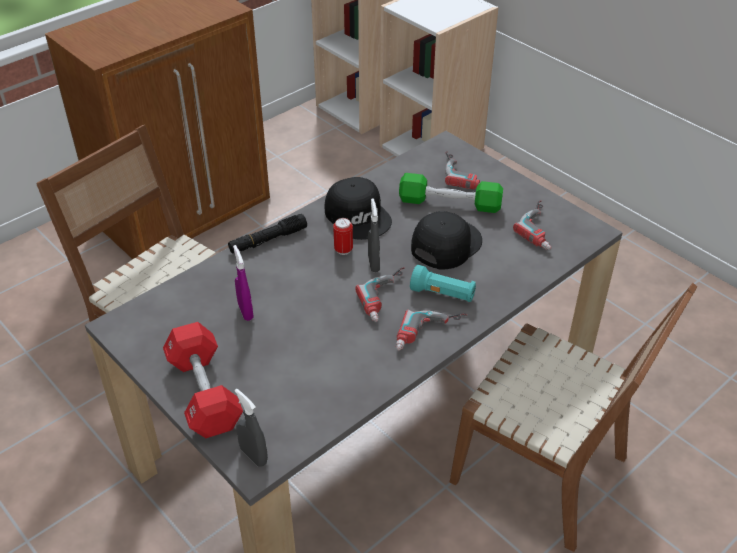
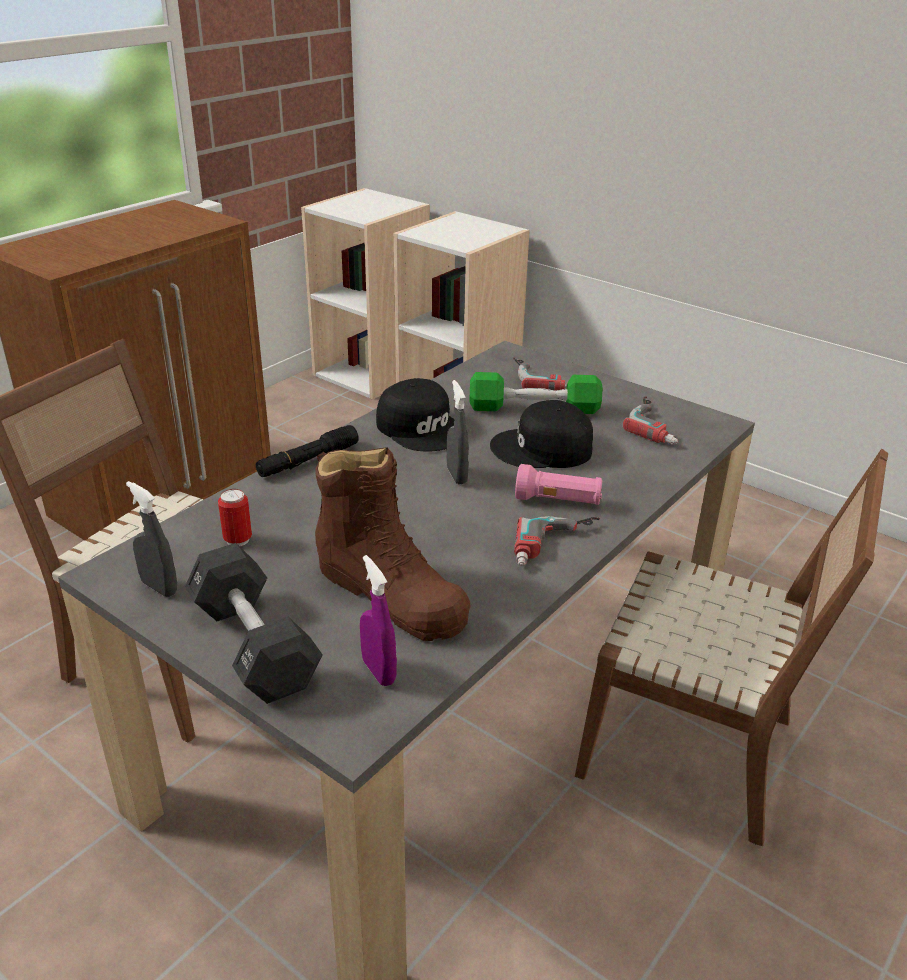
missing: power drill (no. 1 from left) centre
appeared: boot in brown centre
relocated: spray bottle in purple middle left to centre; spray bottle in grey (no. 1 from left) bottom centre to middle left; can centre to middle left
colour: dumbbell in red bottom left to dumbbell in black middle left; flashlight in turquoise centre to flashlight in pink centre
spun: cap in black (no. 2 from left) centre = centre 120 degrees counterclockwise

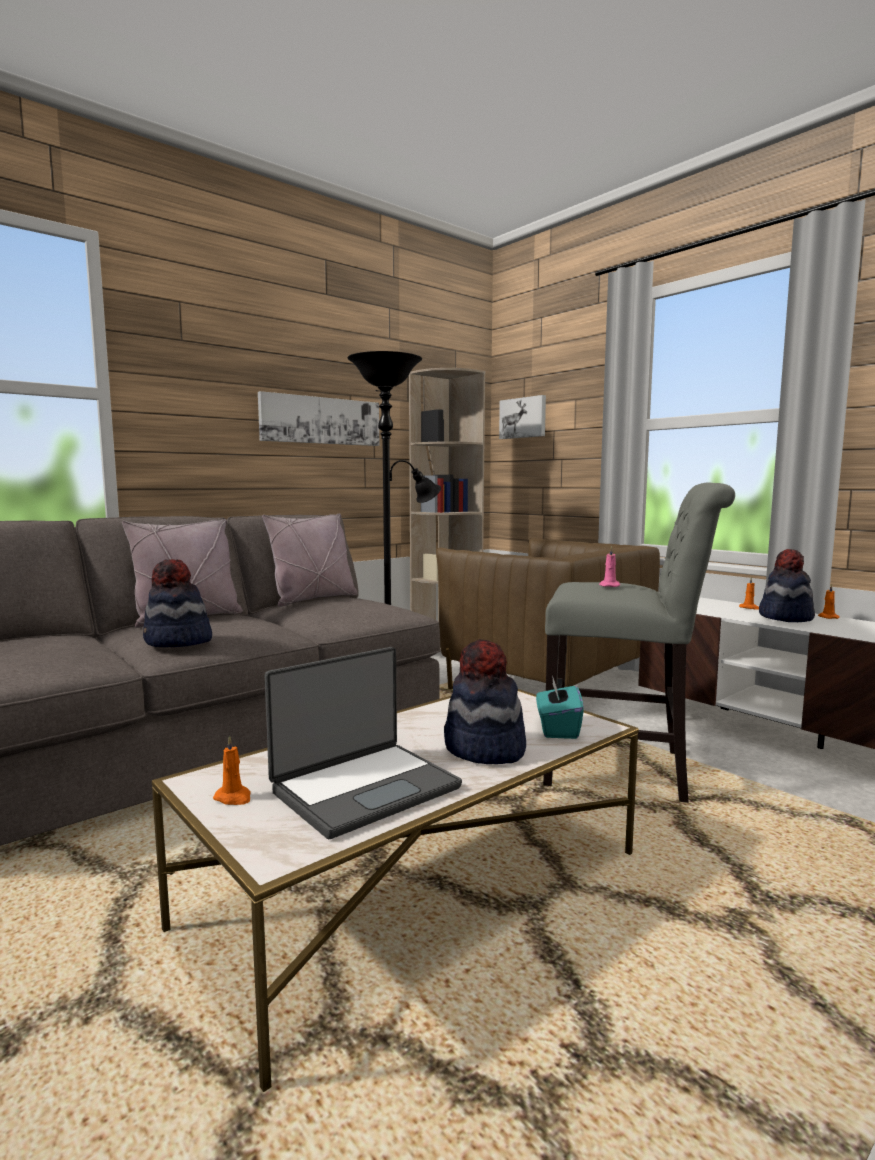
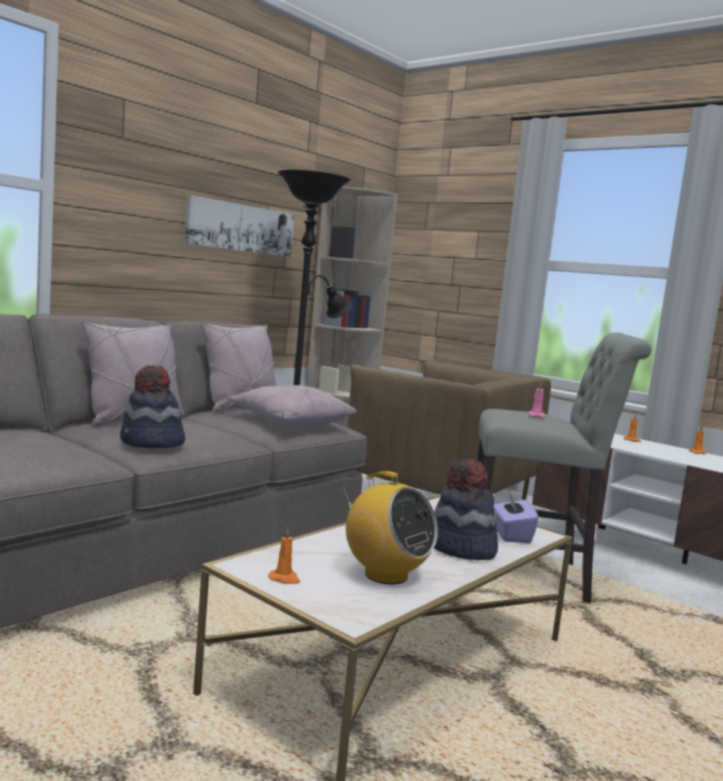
missing: picture (no. 2 from left) centre; hat (no. 3 from left) middle right
appeared: pillow in purple (no. 3 from left) centre
exchanged: laptop centre to radio bottom centre
colour: tissue box in turquoise centre to tissue box in purple middle right

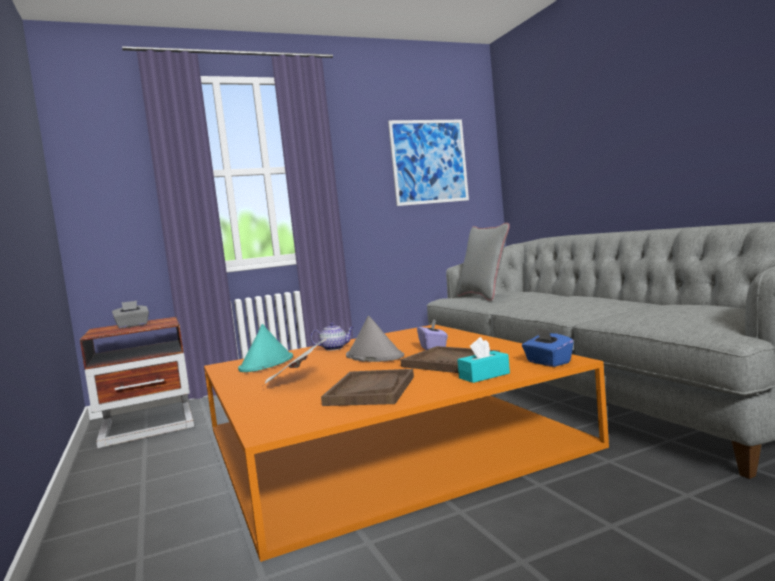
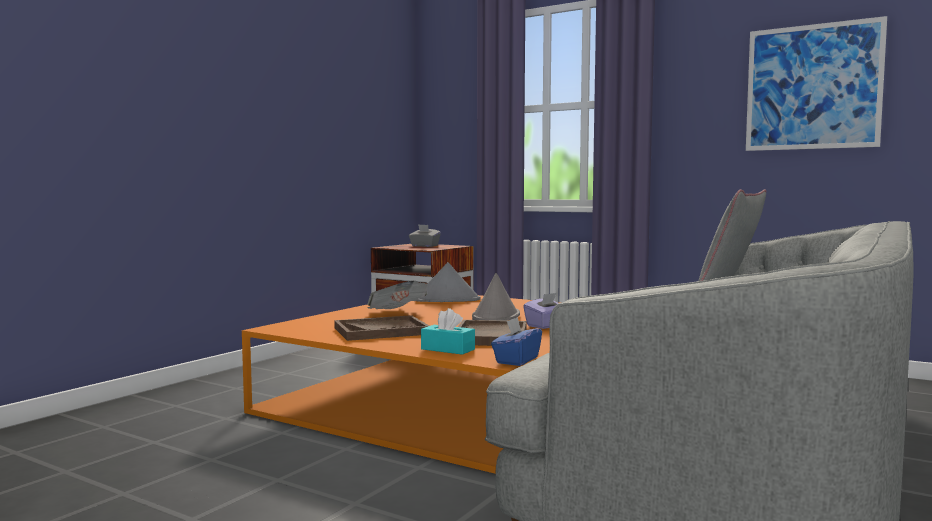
missing: teapot centre
colour: hat in turquoise centre to hat in grey (no. 1 from left) centre

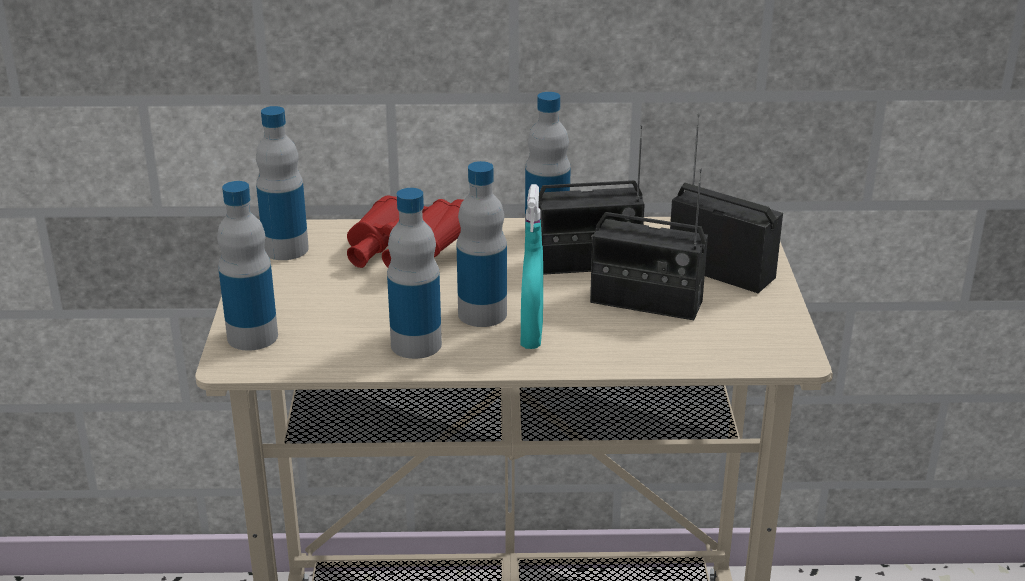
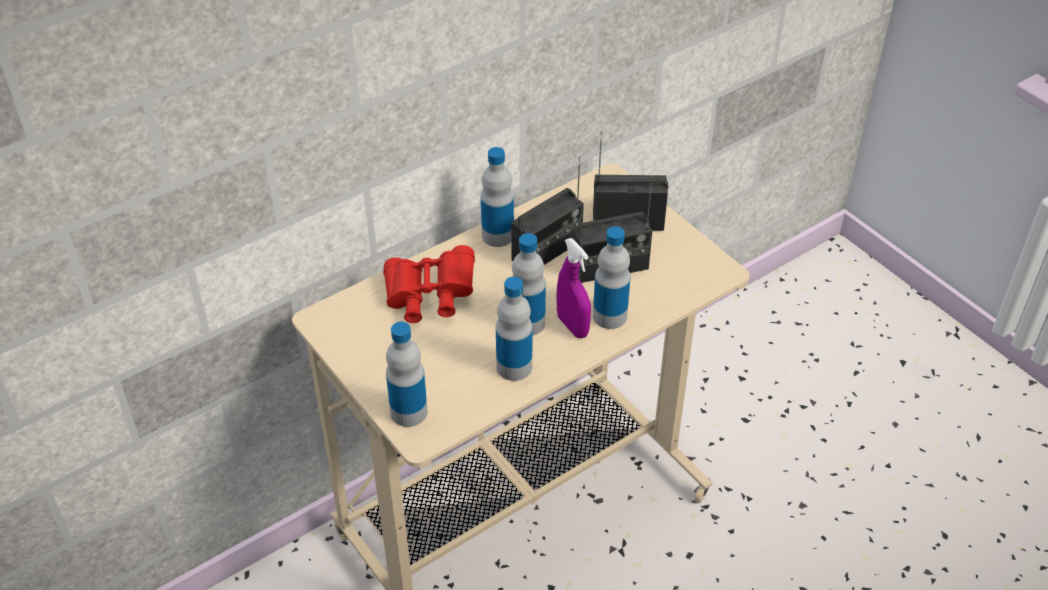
relocated: bottle (no. 2 from left in the first image) top left to bottle (no. 5 from left) centre
colour: spray bottle in turquoise centre to spray bottle in purple centre

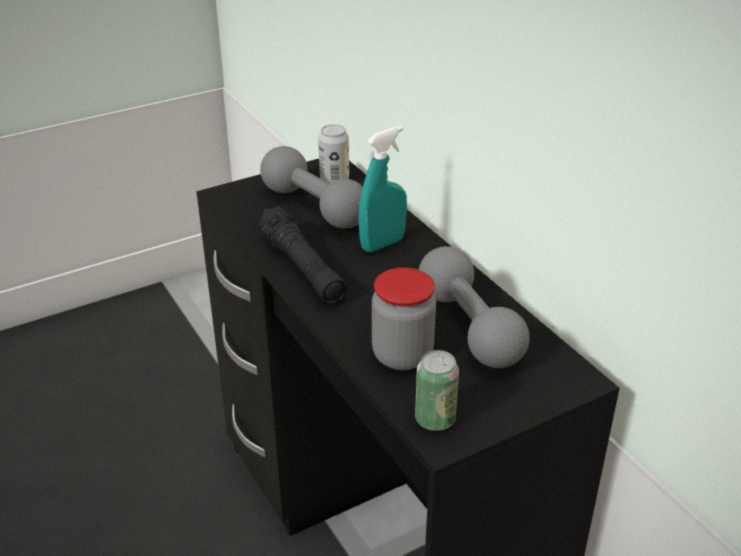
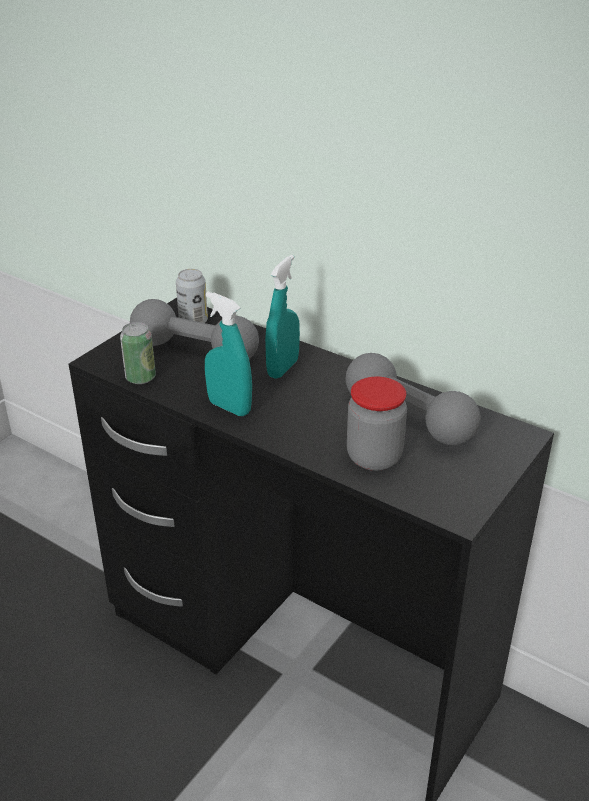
relocated: can (no. 2 from left in the first image) bottom centre to can (no. 1 from left) middle left
exchanged: flashlight in black centre to spray bottle in turquoise (no. 1 from left) centre

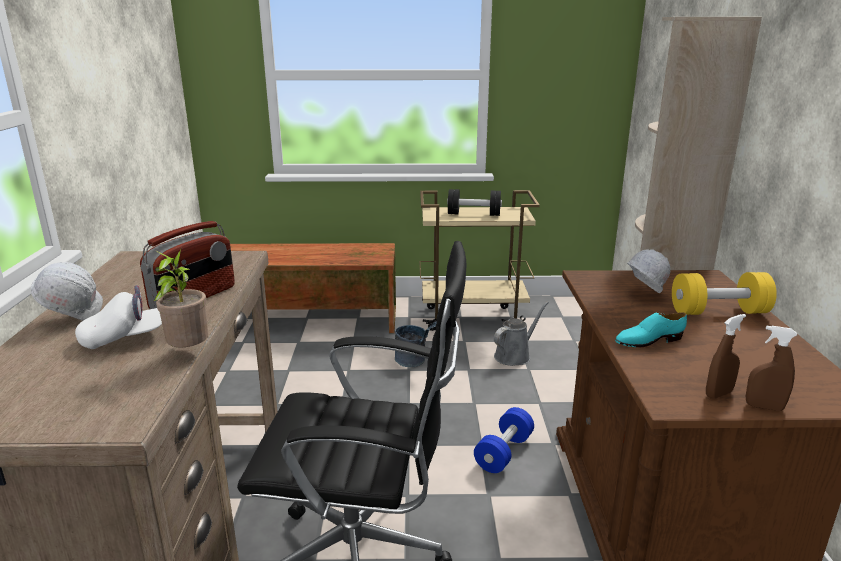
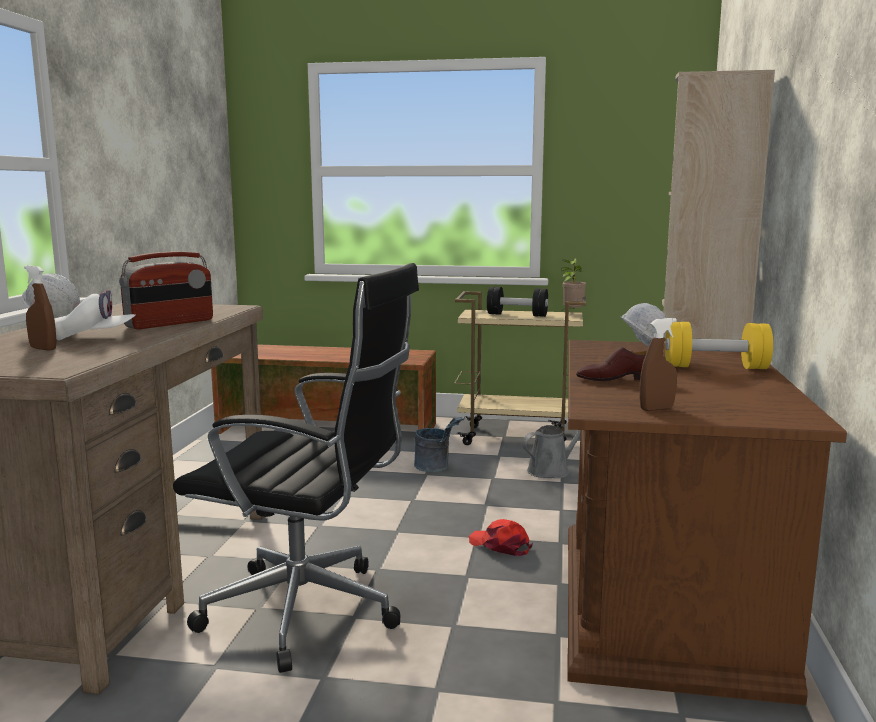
relocated: potted plant middle left to centre; spray bottle in brown (no. 2 from left in the first image) middle right to spray bottle in brown (no. 1 from left) middle left
exchanged: dumbbell in blue bottom centre to cap in red bottom centre
colour: shoe in turquoise middle right to shoe in brown middle right

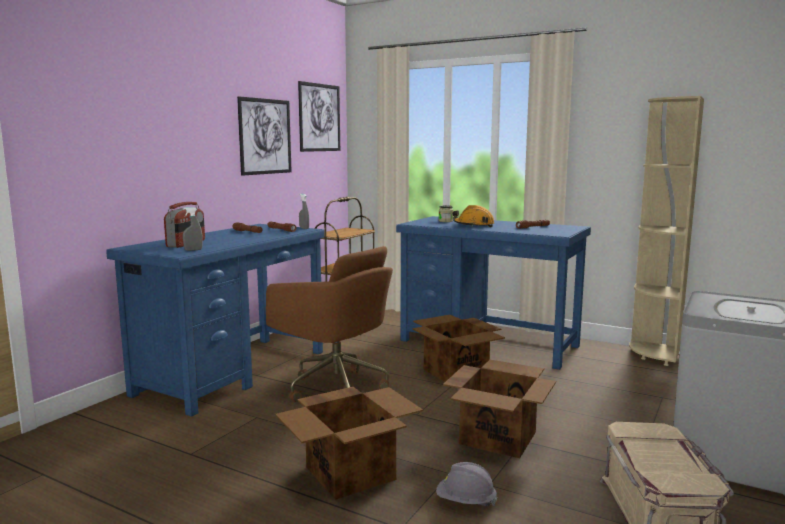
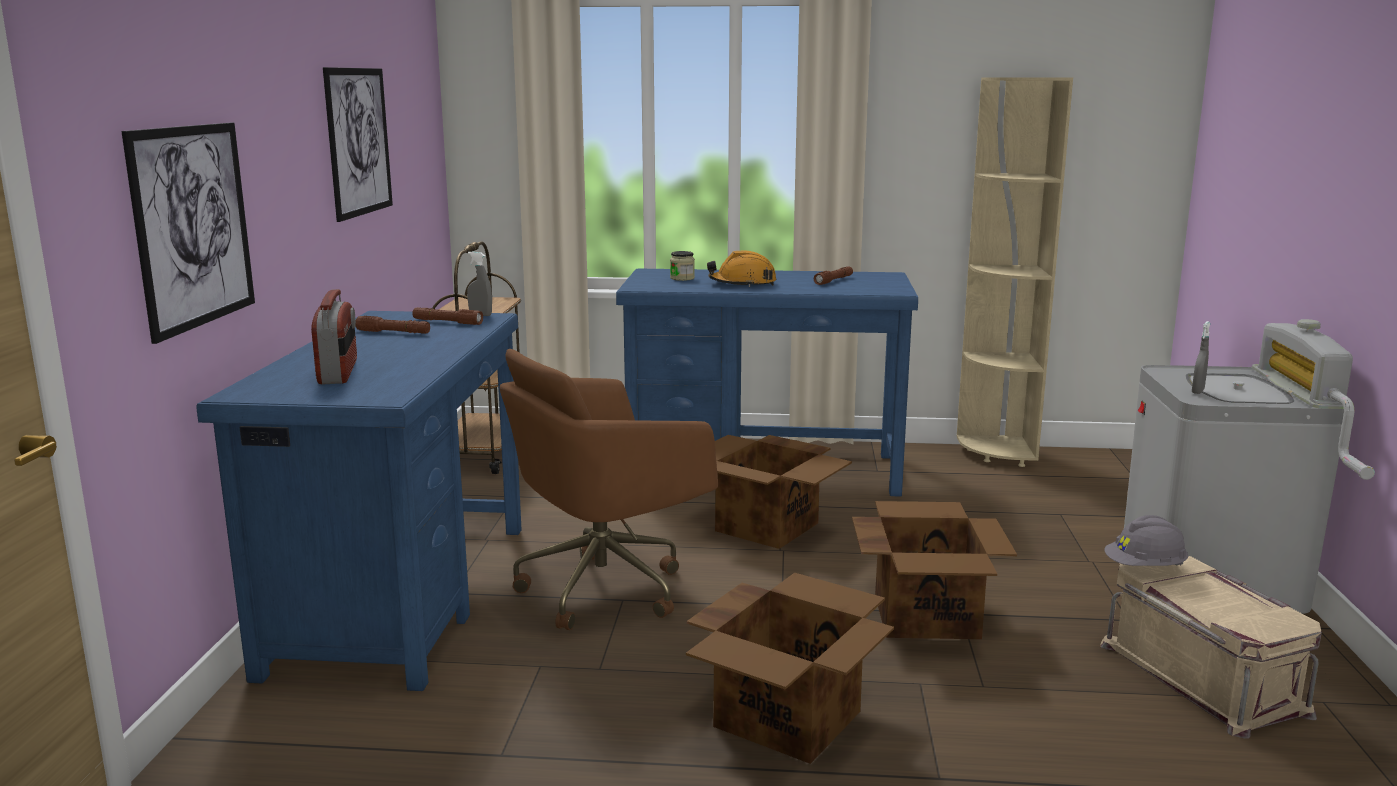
relocated: spray bottle in grey (no. 1 from left in the first image) middle left to spray bottle in grey (no. 2 from left) middle right; picture (no. 2 from left in the first image) top centre to picture (no. 1 from left) top left; hard hat in grey bottom centre to bottom right
spun: office chair in brown centre = centre 135 degrees clockwise

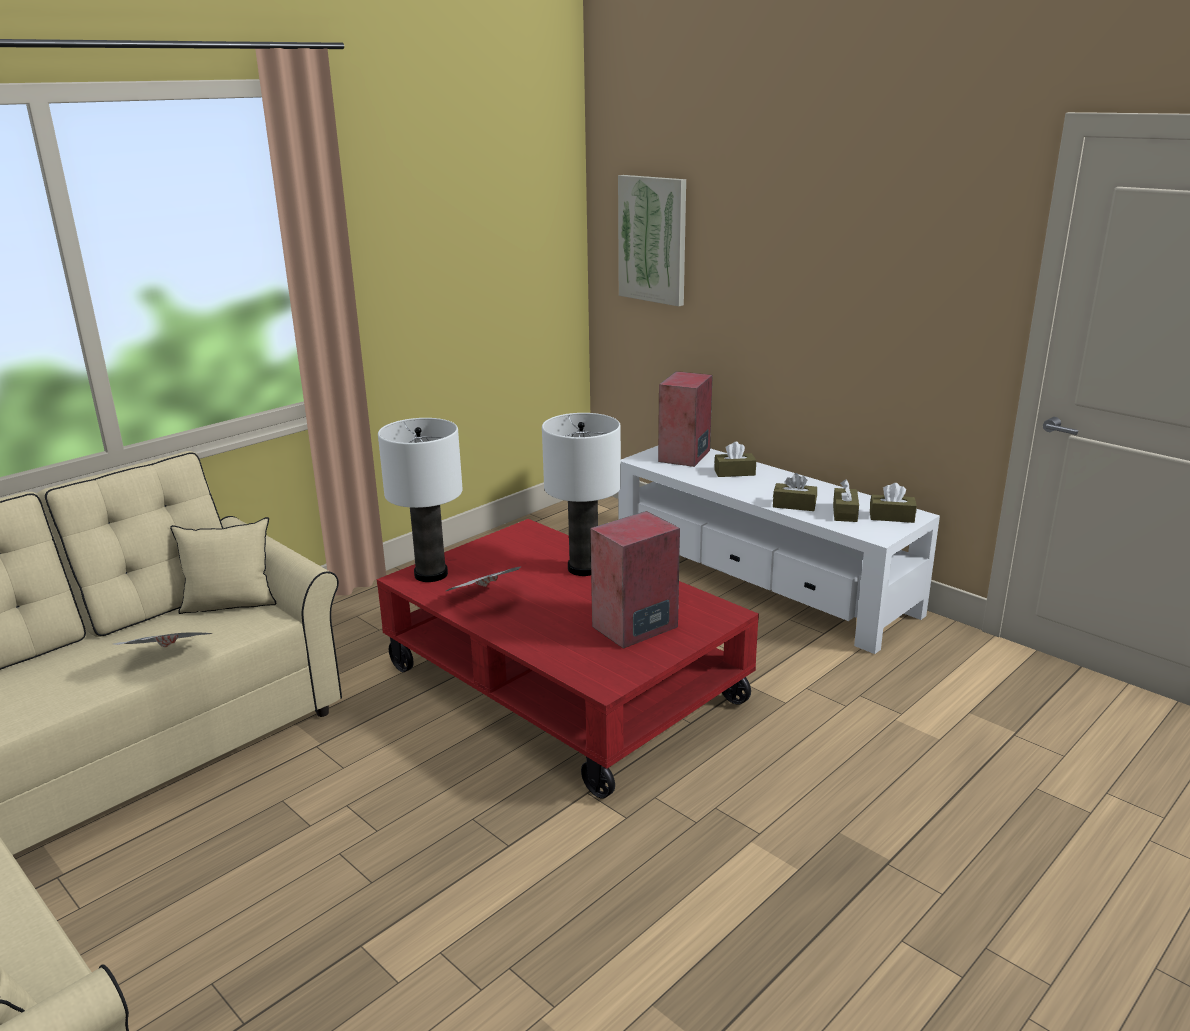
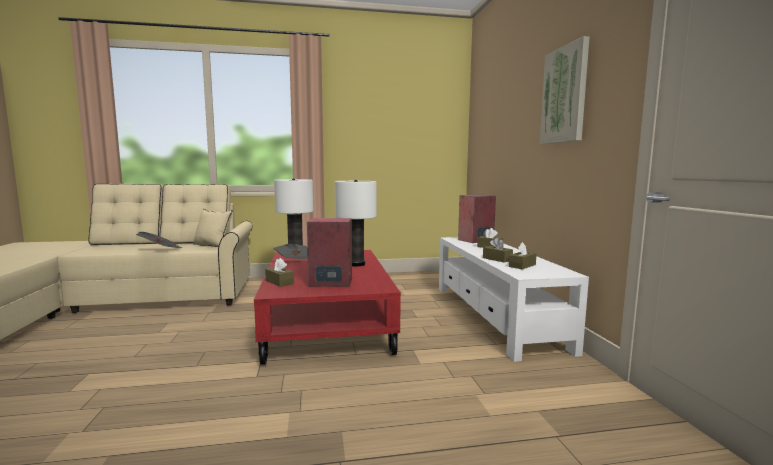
relocated: picture top centre to top right; tissue box in brown (no. 4 from left in the first image) middle right to tissue box in brown (no. 1 from left) centre

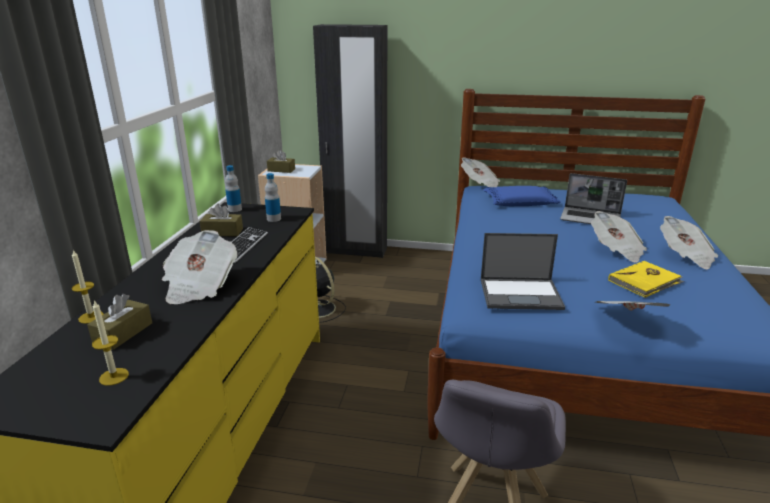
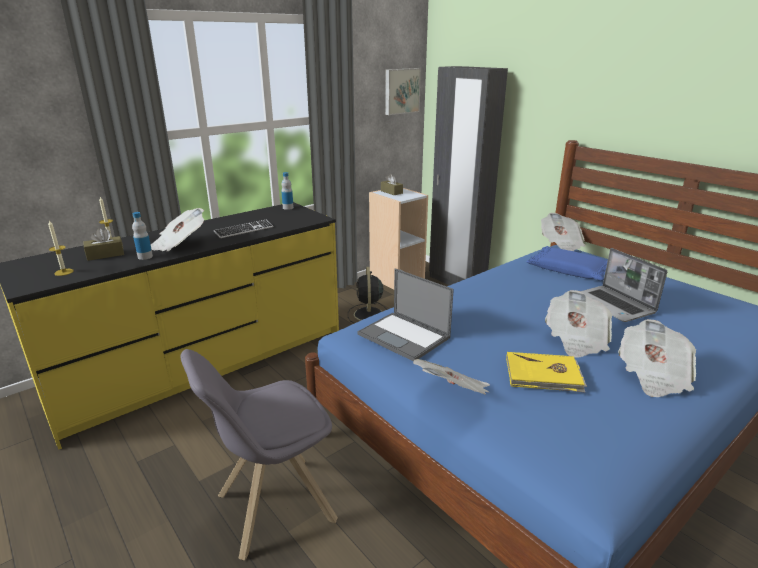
missing: tissue box in brown (no. 2 from left) middle left
appeared: picture top centre
relocated: bottle (no. 2 from left in the first image) centre to bottle (no. 1 from left) middle left

